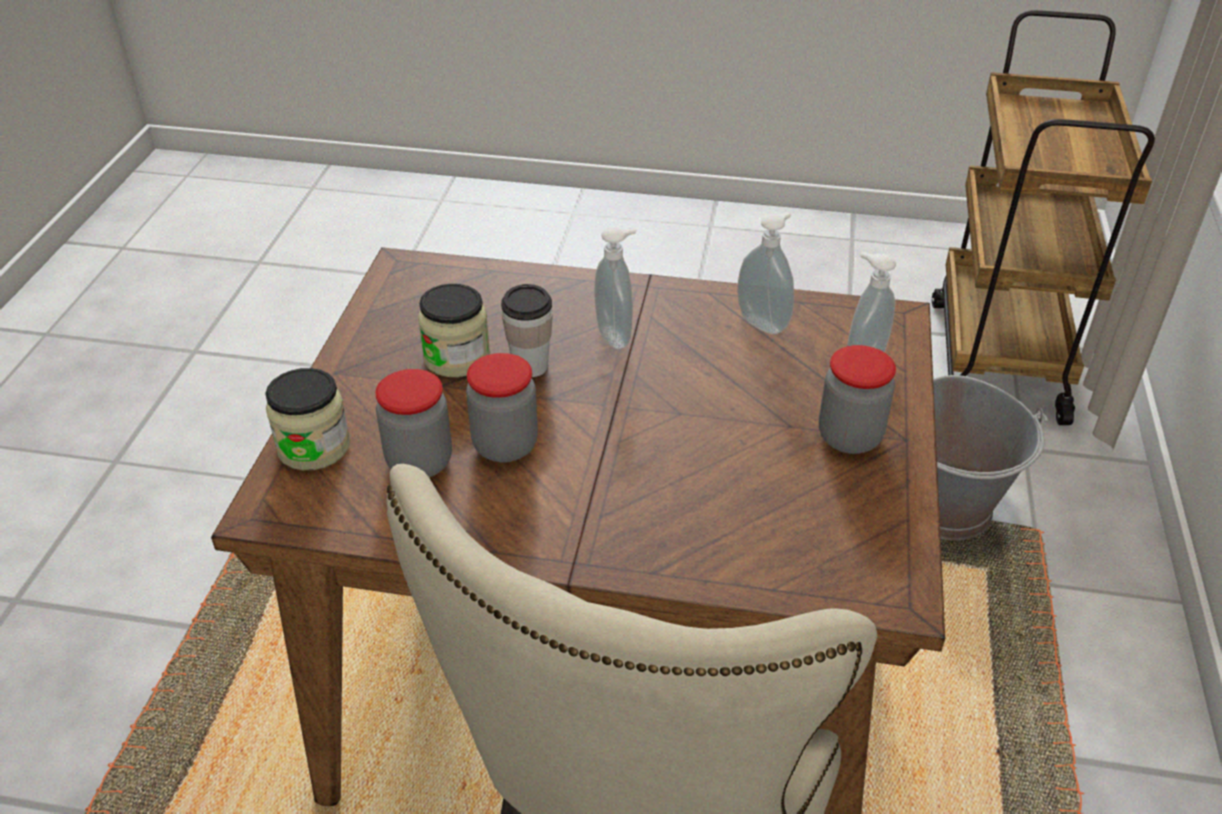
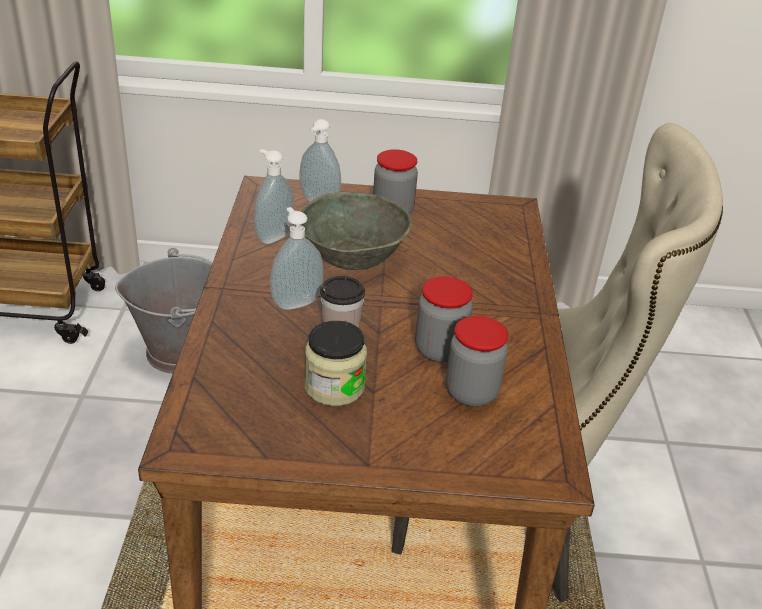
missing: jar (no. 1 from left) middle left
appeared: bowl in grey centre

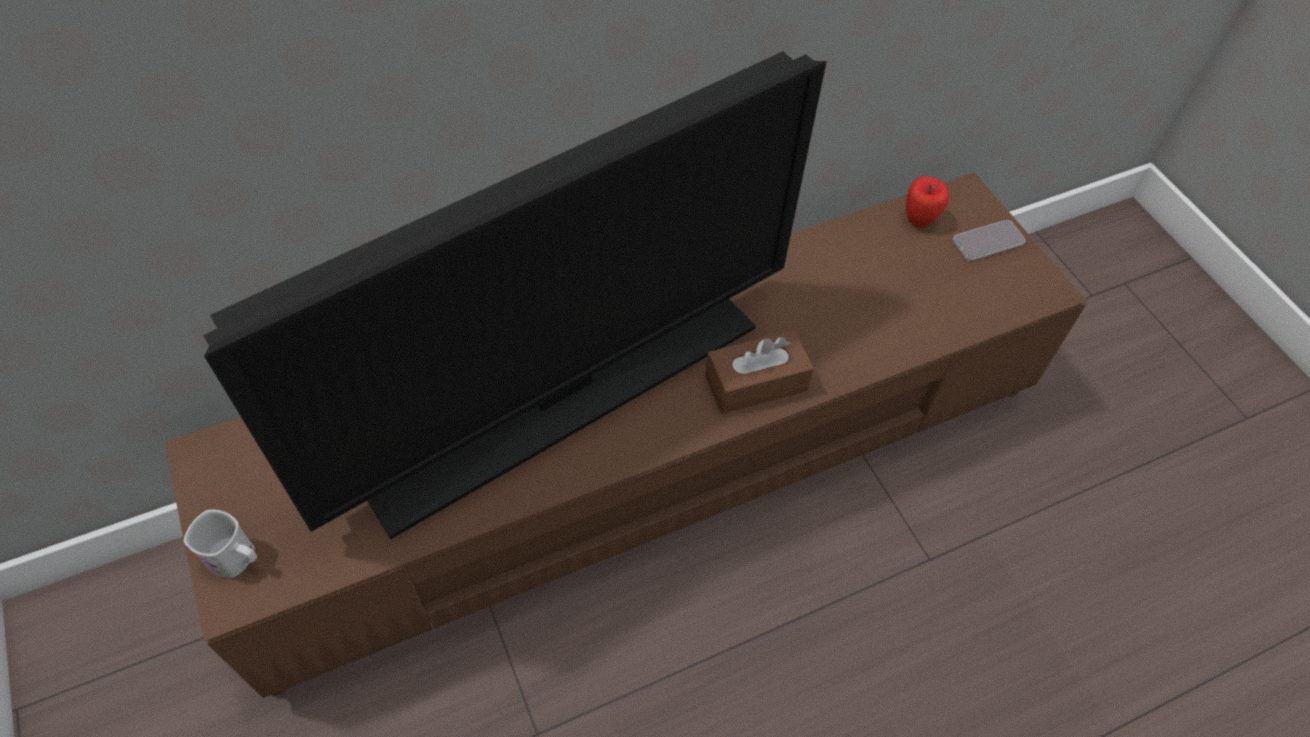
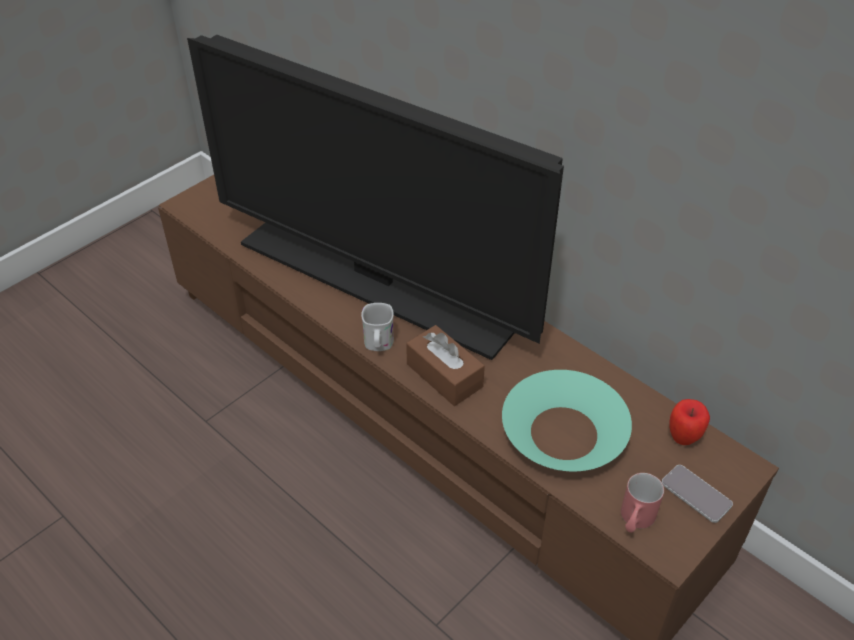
appeared: bowl in turquoise centre; mug in red bottom right
relocated: mug in white bottom left to centre

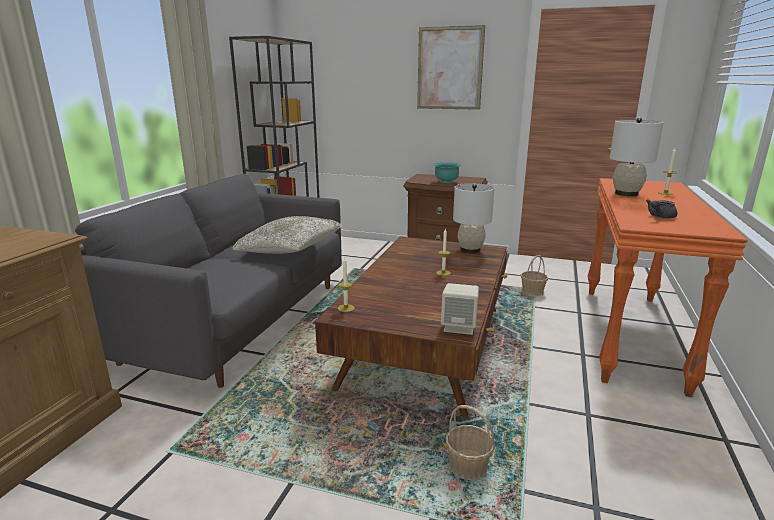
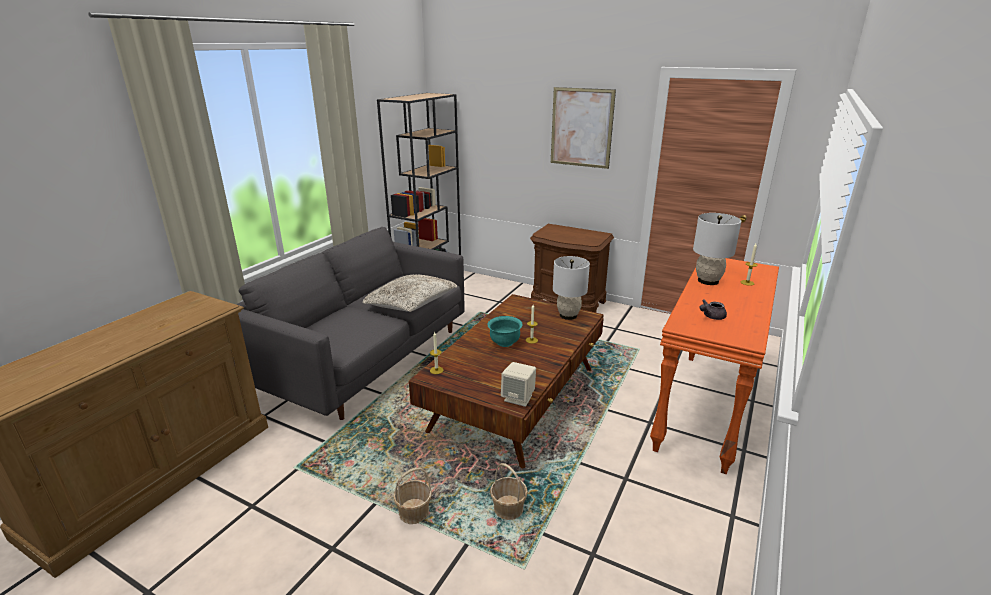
relocated: bowl in turquoise top centre to centre; basket (no. 2 from left in the first image) middle right to basket (no. 1 from left) bottom centre

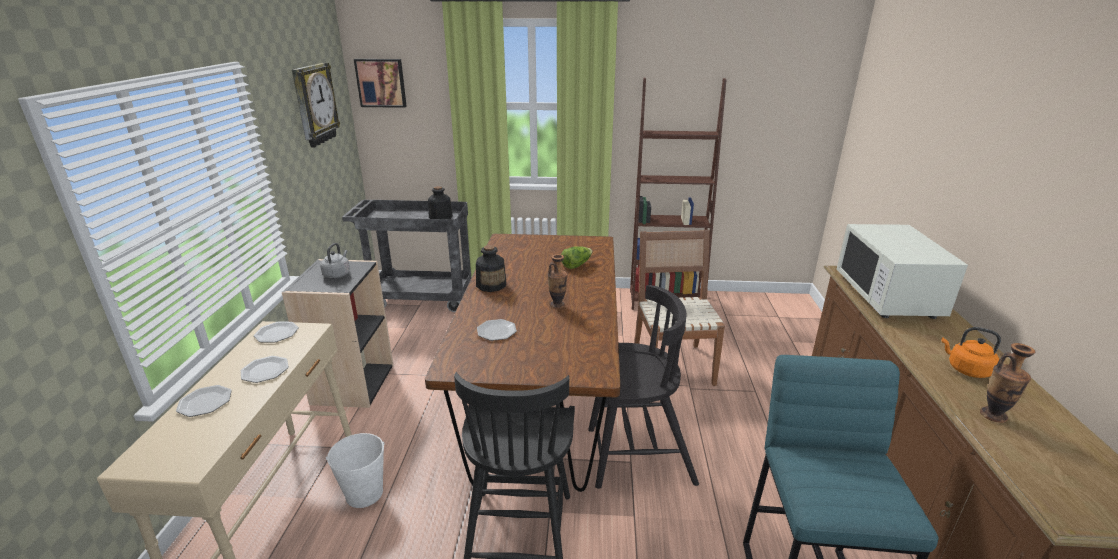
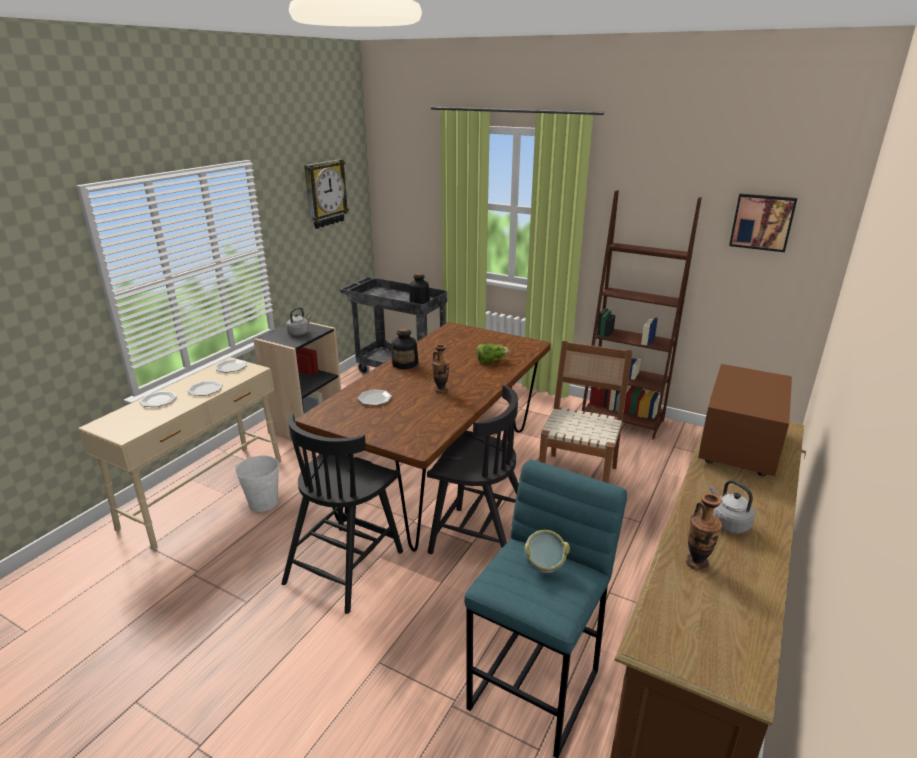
appeared: bowl bottom centre
relocated: picture top centre to top right
colour: microwave in white middle right to microwave in brown middle right; kettle in orange middle right to kettle in grey (no. 2 from left) bottom right

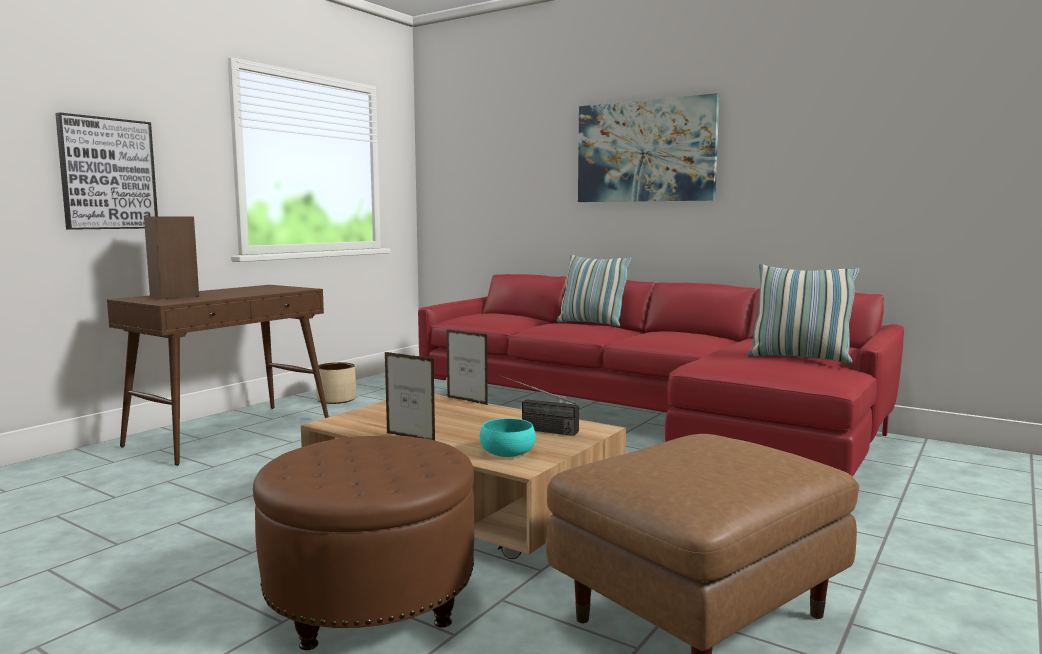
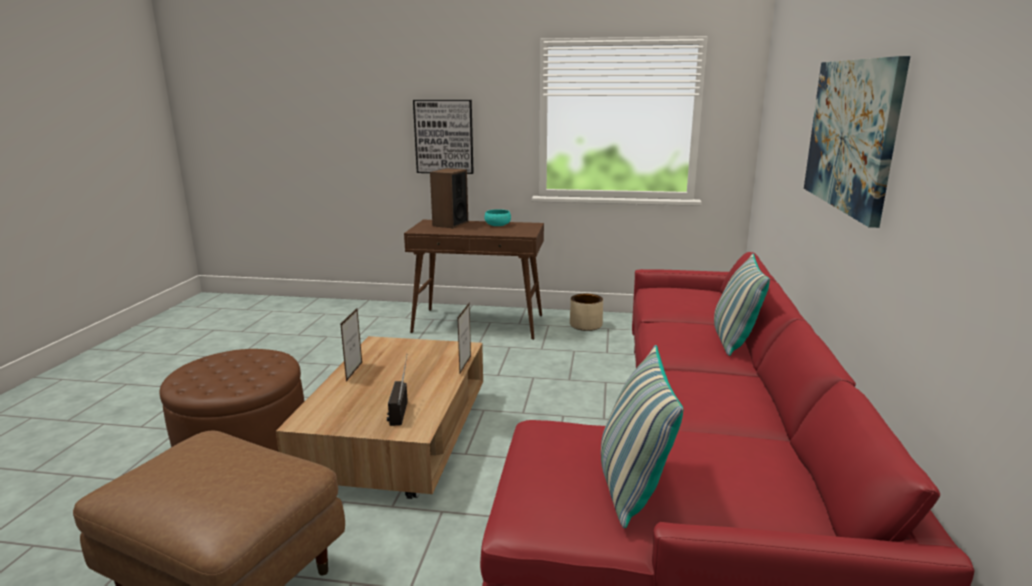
relocated: bowl in turquoise bottom centre to centre

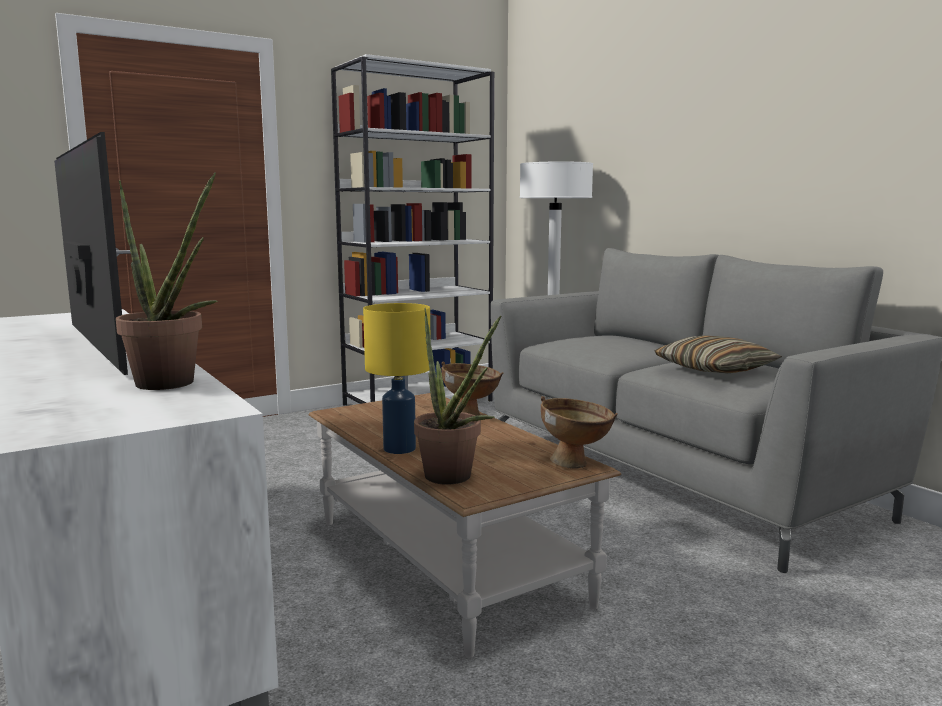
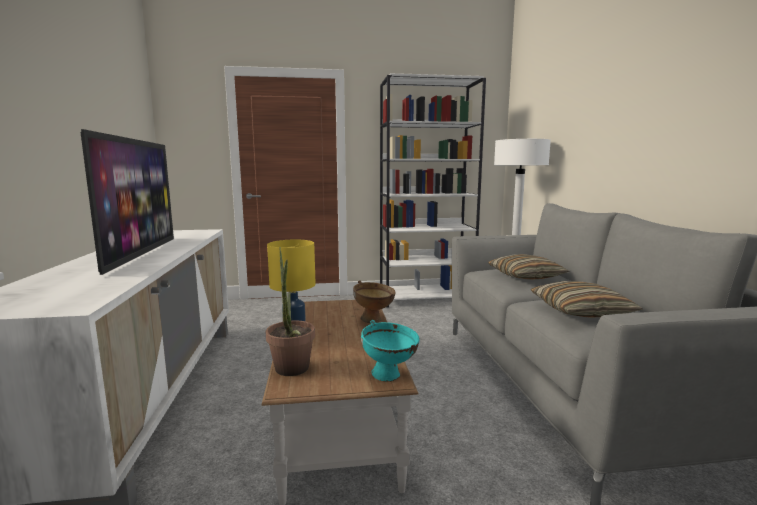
missing: potted plant (no. 1 from left) middle left
appeared: pillow (no. 1 from left) middle right
colour: bowl in brown (no. 2 from left) centre to bowl in turquoise bottom centre

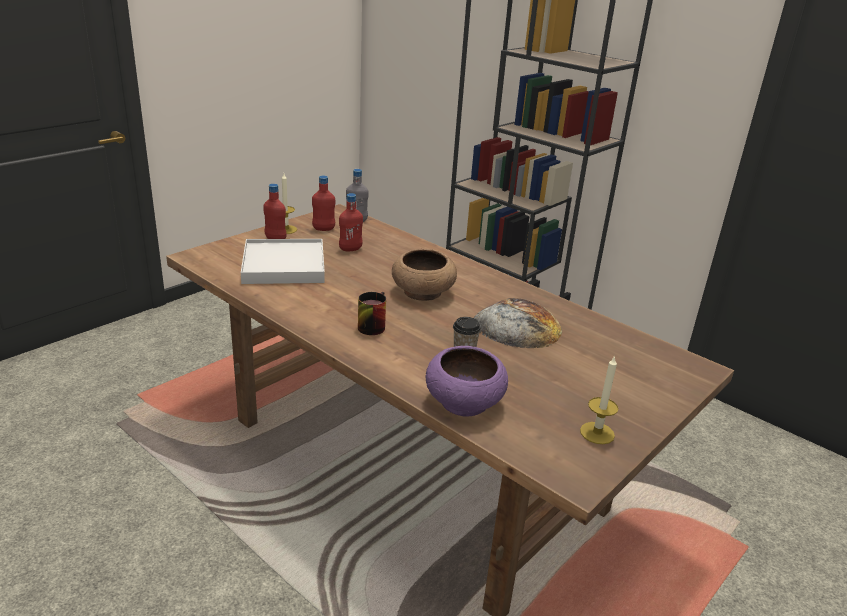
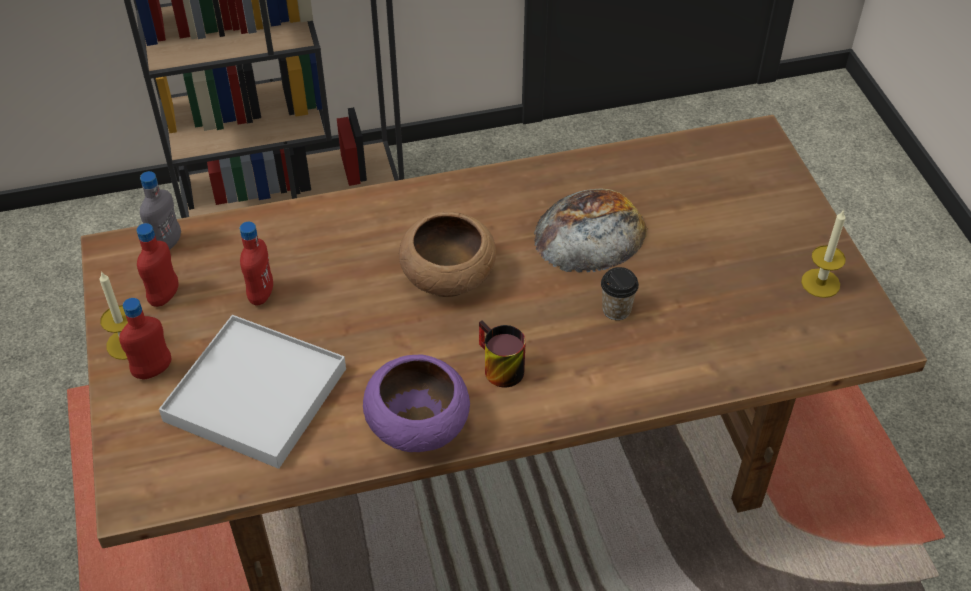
relocated: bowl in purple centre to bottom centre

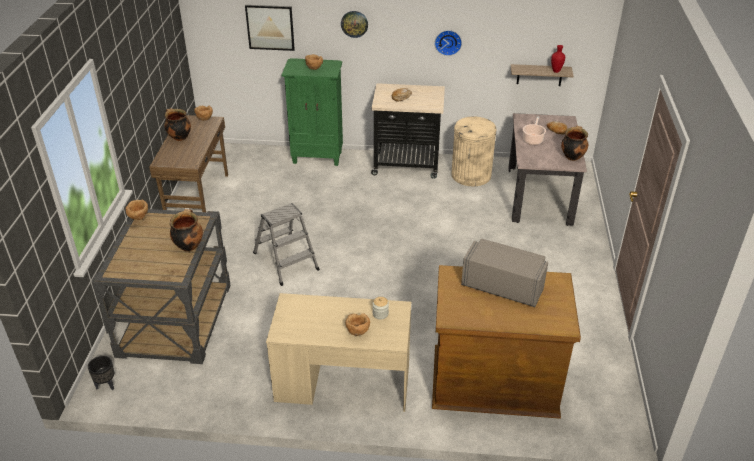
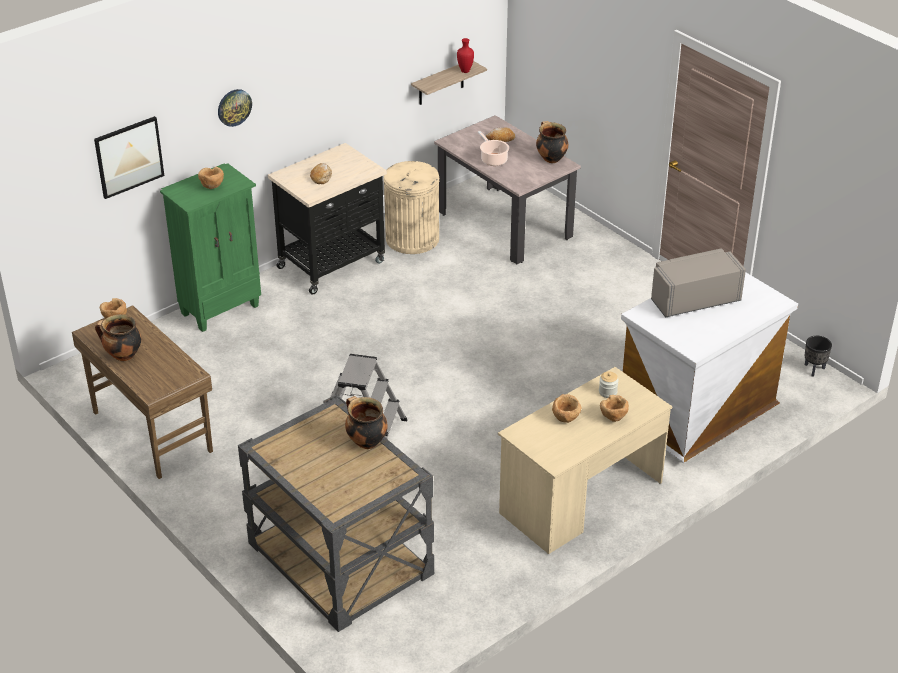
missing: wall clock (no. 2 from left) top centre
relocated: planter in black bottom left to middle right; bowl in brown (no. 1 from left in the first image) middle left to bowl in brown (no. 3 from left) centre
colour: dresser in brown bottom right to dresser in white middle right

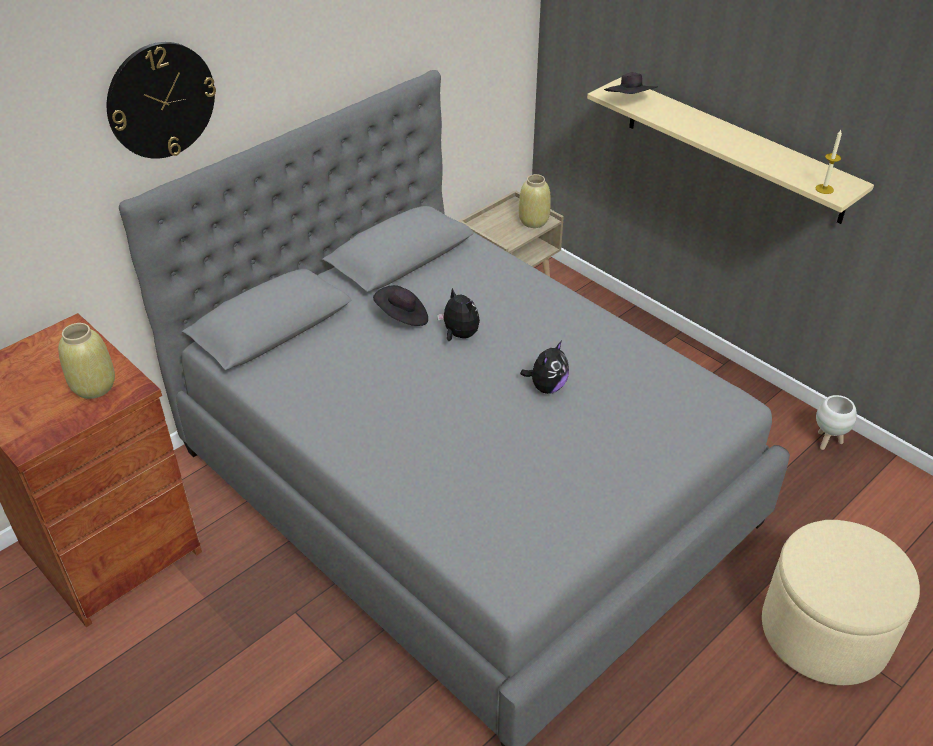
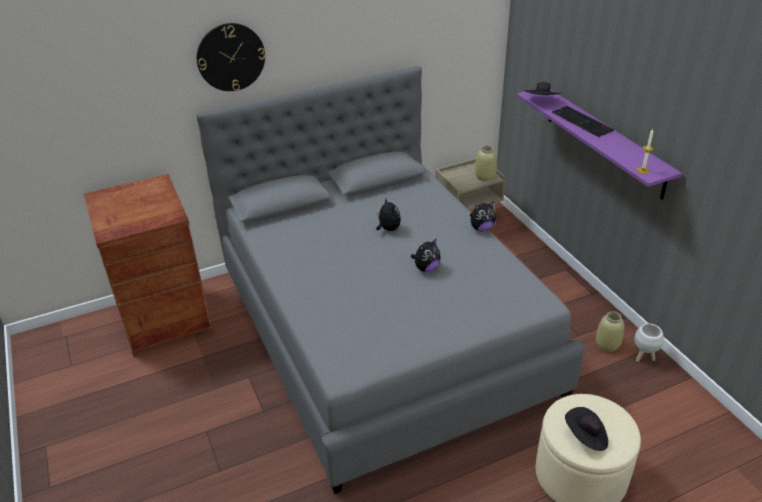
appeared: plush toy (no. 3 from left) centre; keyboard top right
relocated: vase in beige (no. 1 from left in the first image) middle left to vase in beige (no. 2 from left) middle right; hat in black (no. 1 from left in the first image) centre to hat in black (no. 2 from left) bottom right
colour: shelf in beige top right to shelf in purple top right

